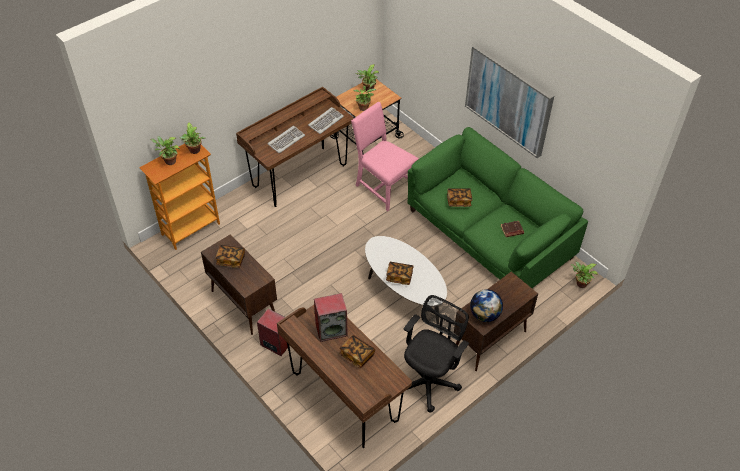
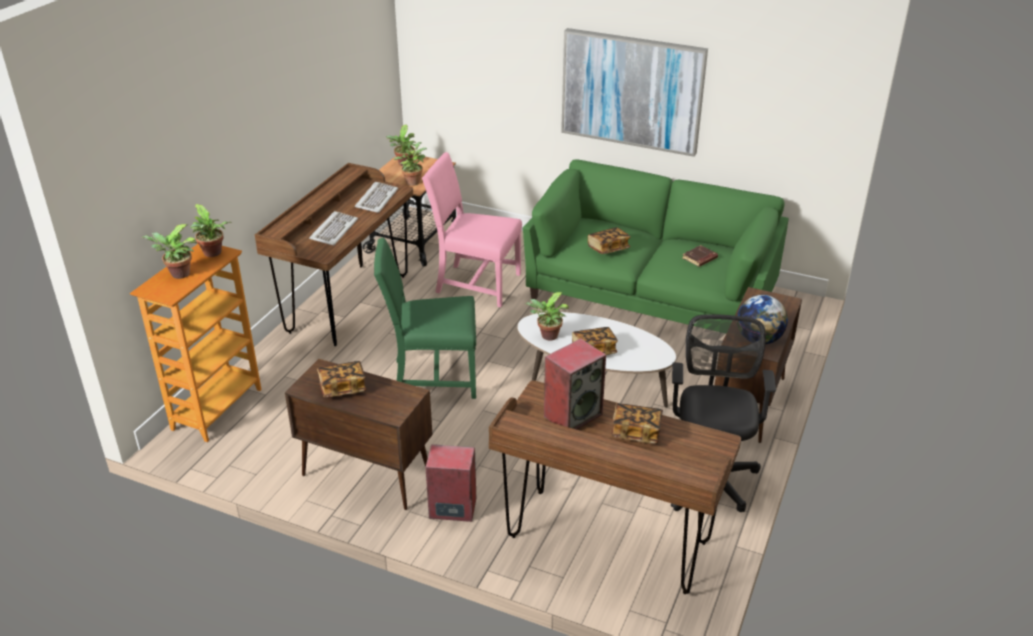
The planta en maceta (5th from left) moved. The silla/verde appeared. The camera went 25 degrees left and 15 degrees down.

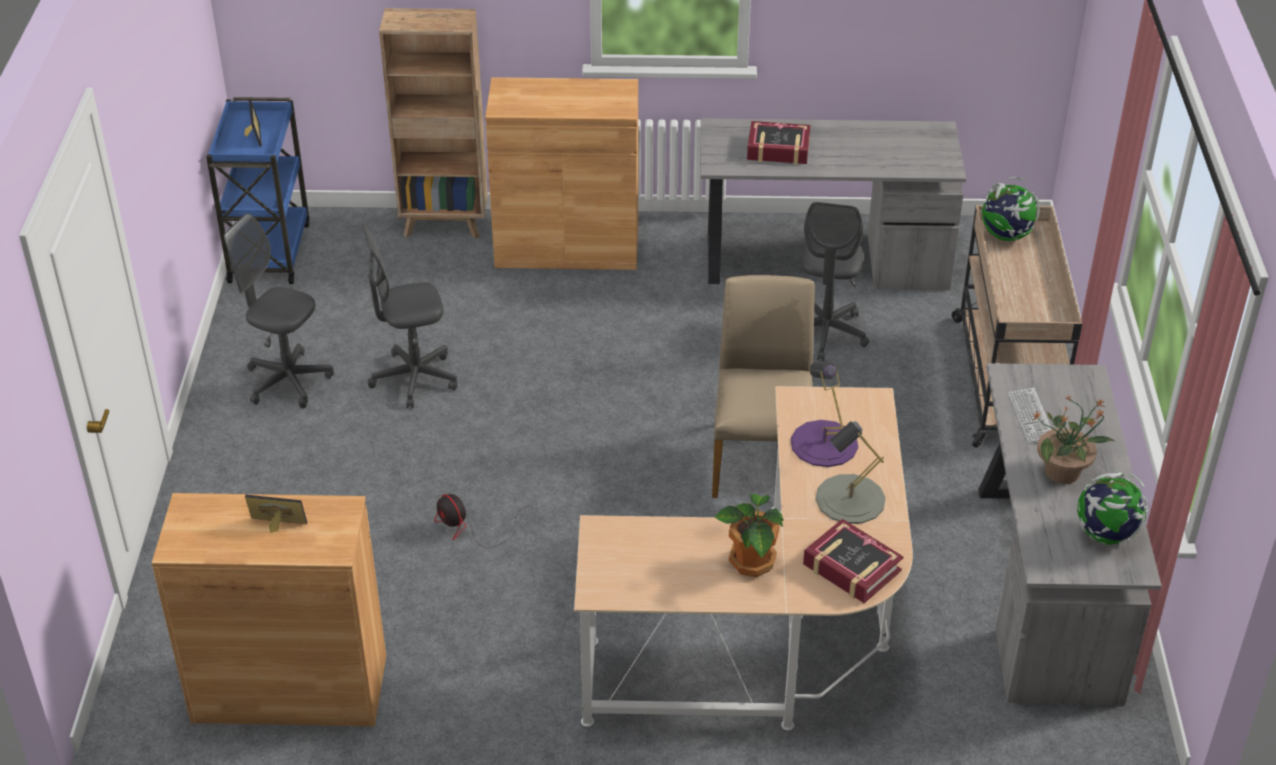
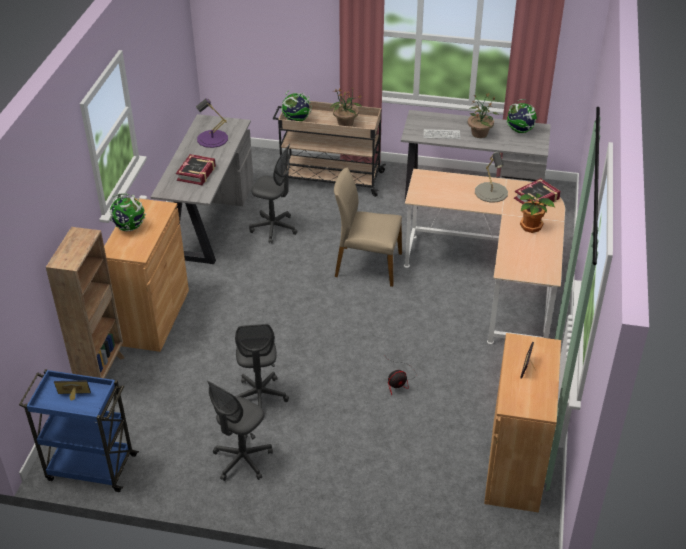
The lámpara de mesa/morado moved. The globo terráqueo (1st from left) appeared. The planta en maceta (1st from left) appeared. The camera went 80 degrees left and 0 degrees up.

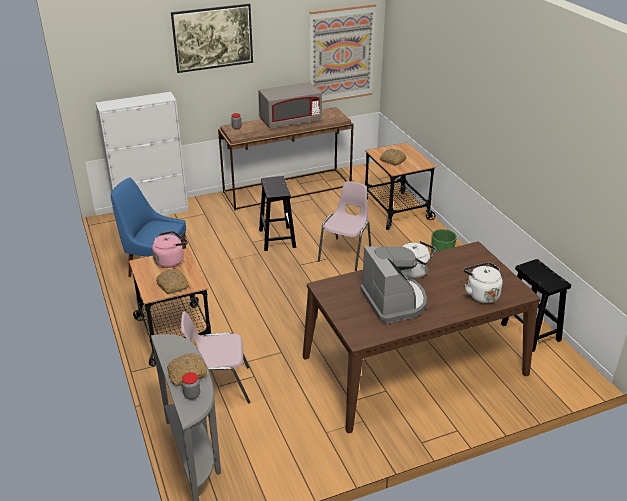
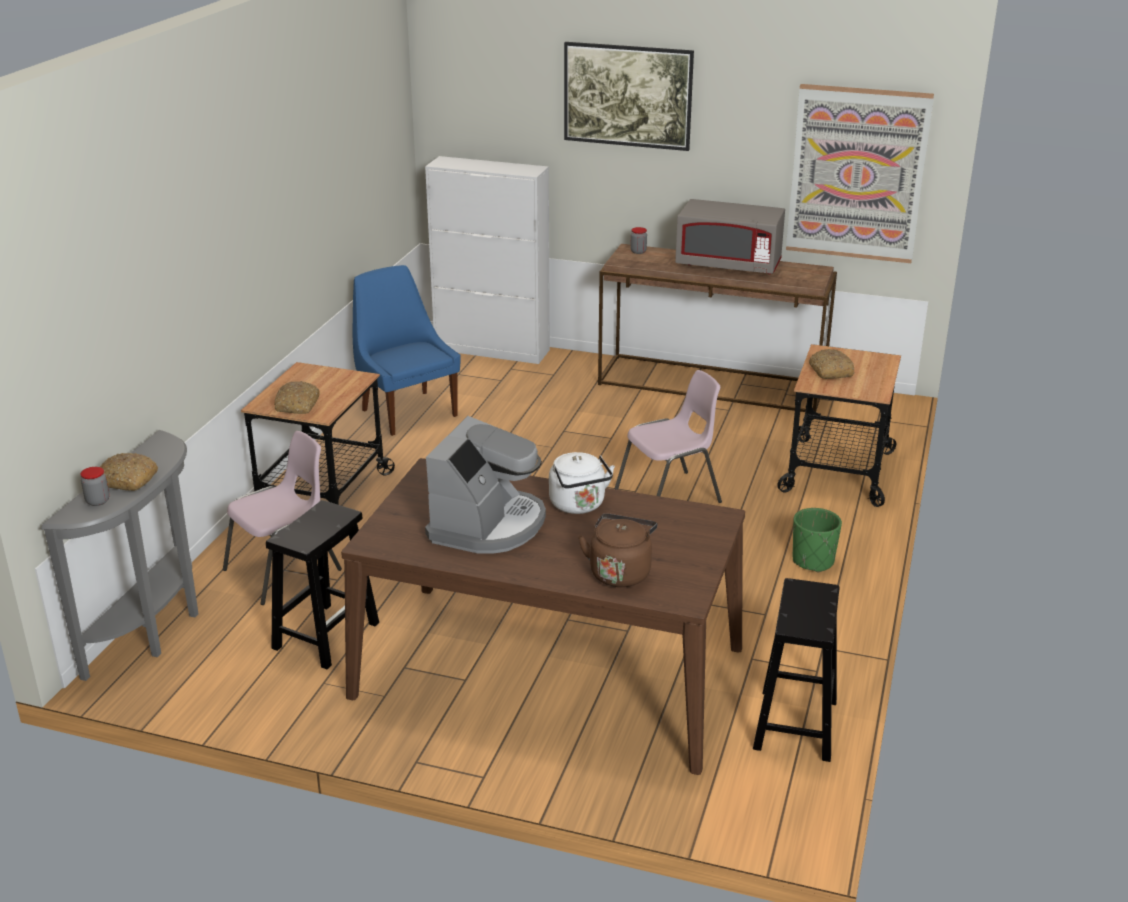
The hervidor/rosa disappeared. The silla/rosa (1st from left) turned 105 degrees clockwise. The taburete/negro (1st from left) moved. The hervidor/blanco (2nd from left) became the hervidor/marrón. The camera went 40 degrees right and 5 degrees down.

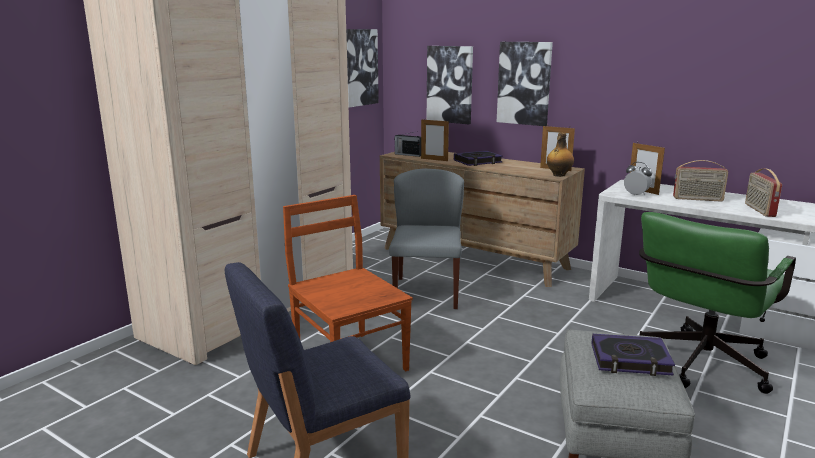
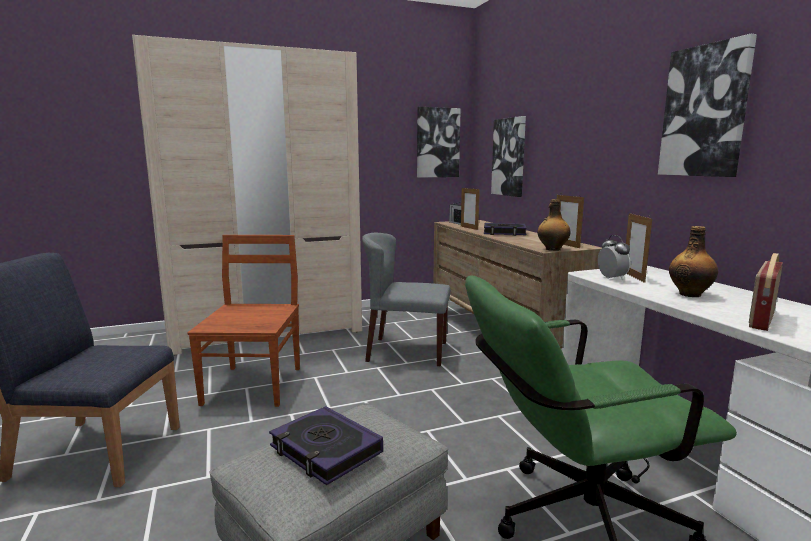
The silla/gris turned 120 degrees counterclockwise. The cuadro (3rd from left) moved. The radio (2nd from left) was replaced by the botella (2nd from left). The camera went 35 degrees right and 5 degrees down.

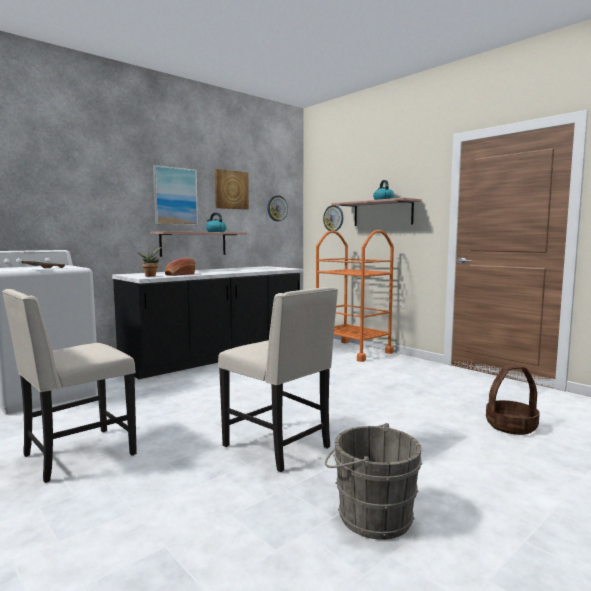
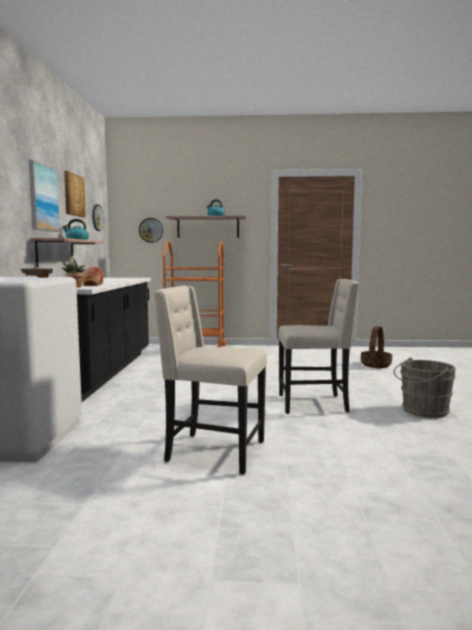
The silla/beis (1st from left) turned 105 degrees clockwise. The camera went 45 degrees left and 0 degrees up.

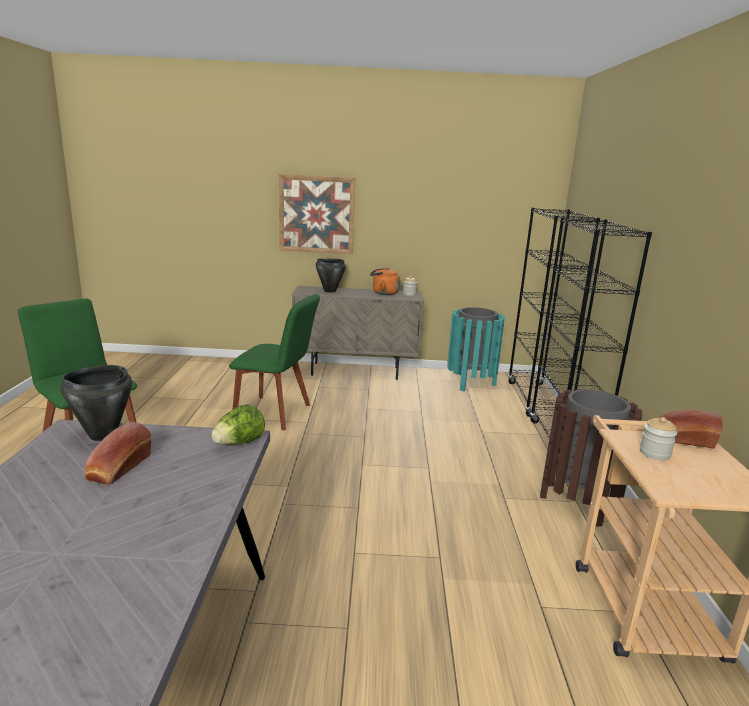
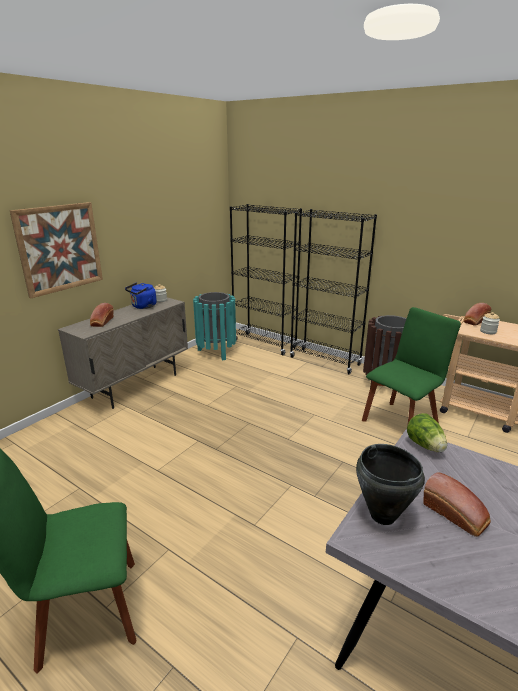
The silla/verde (2nd from left) moved. The olla/negro (2nd from left) was replaced by the pan (1st from left). The hervidor/naranja became the hervidor/azul. The camera went 55 degrees left and 5 degrees up.

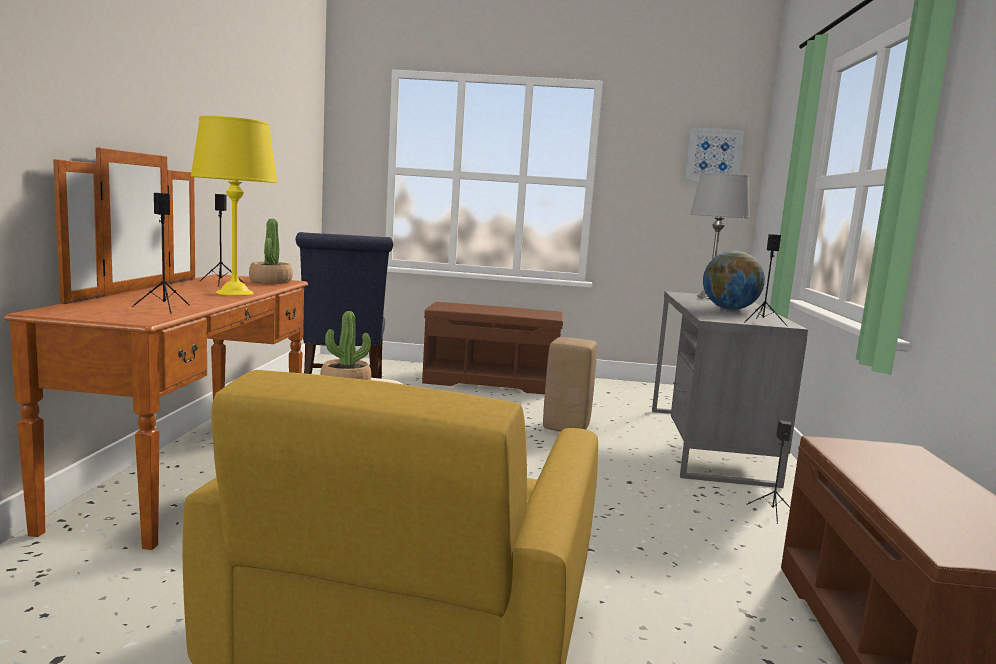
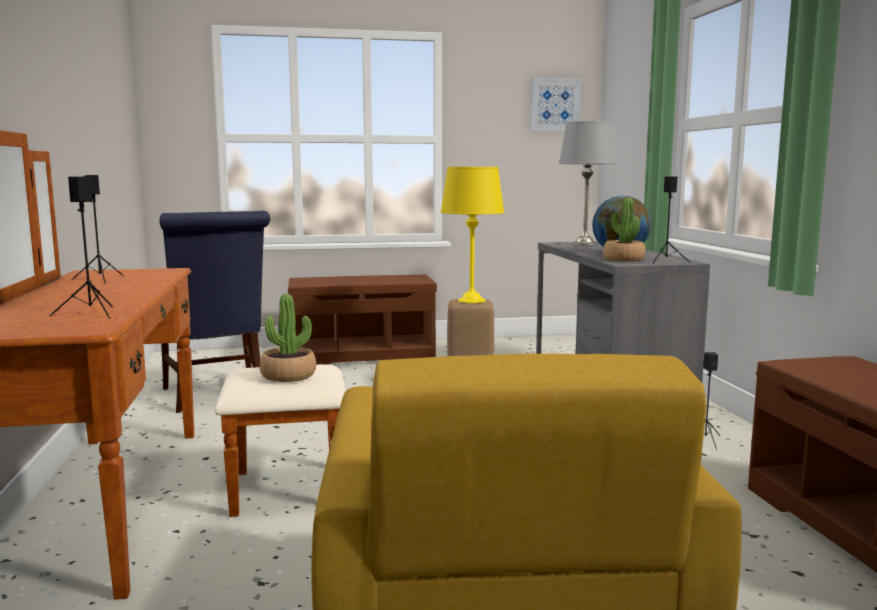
The lámpara de mesa/amarillo moved. The planta en maceta (1st from left in the first image) moved. The camera went 15 degrees left and 0 degrees up.

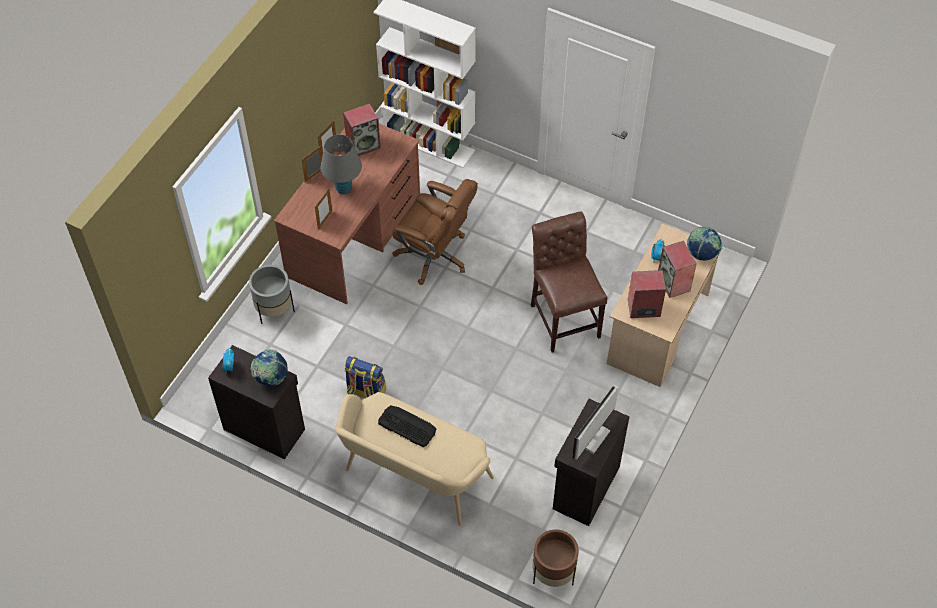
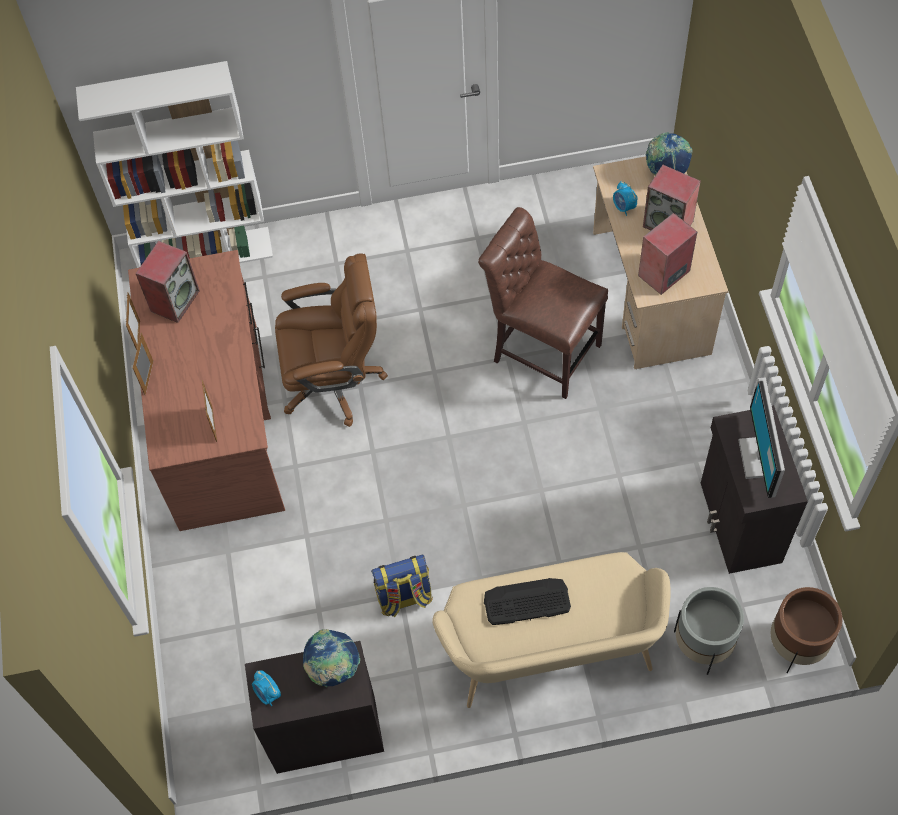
The maceta/gris moved. The lámpara de mesa/gris disappeared. The camera went 35 degrees left and 5 degrees up.

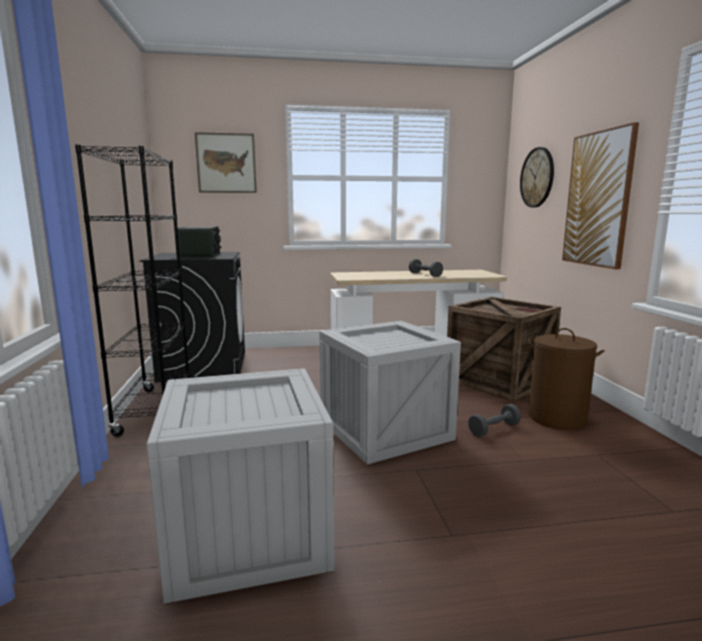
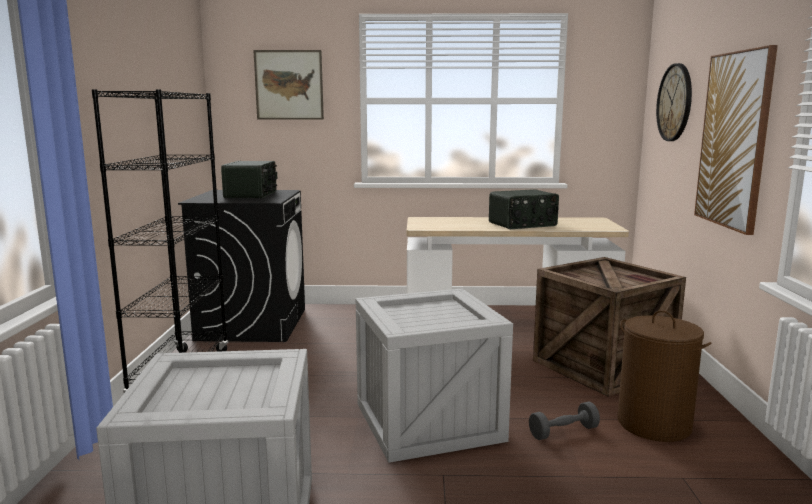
The mancuerna/gris (1st from left) was replaced by the radio (2nd from left). The camera went 10 degrees right and 0 degrees up.

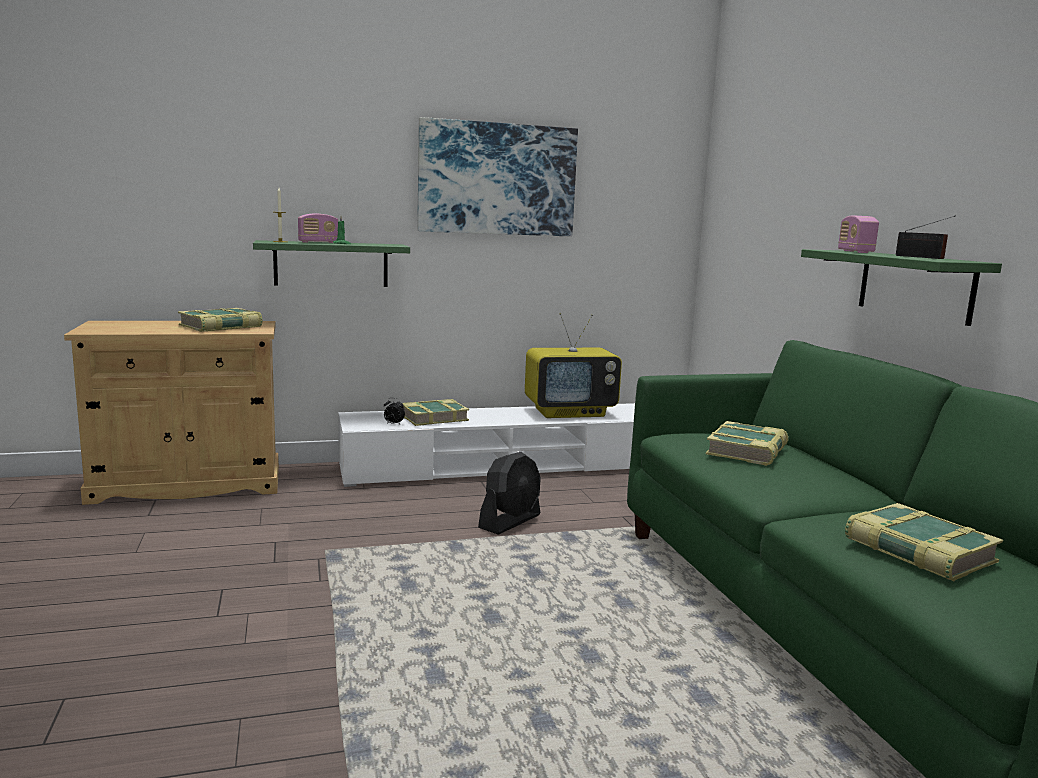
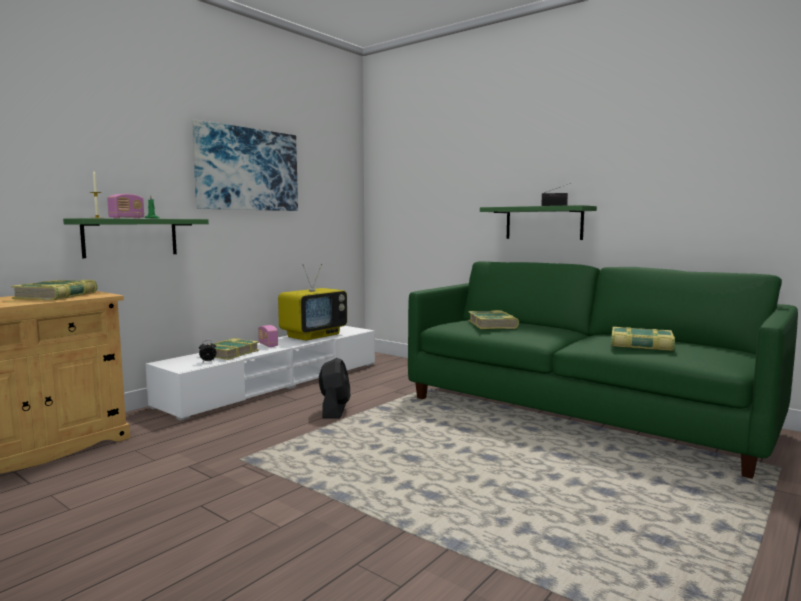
The radio (2nd from left) moved. The camera went 35 degrees left and 5 degrees down.

